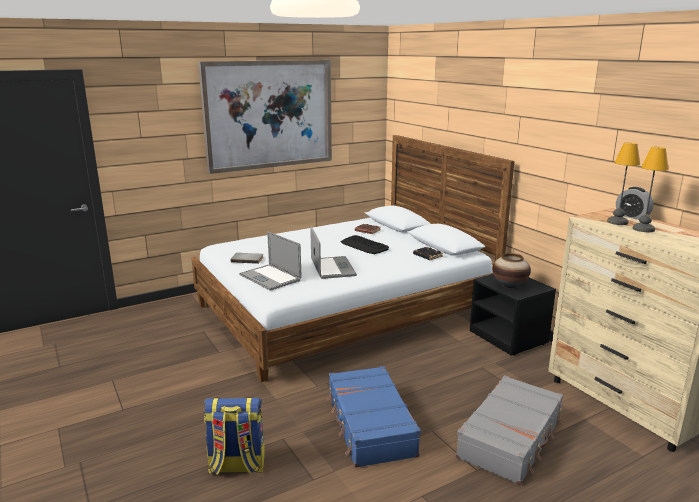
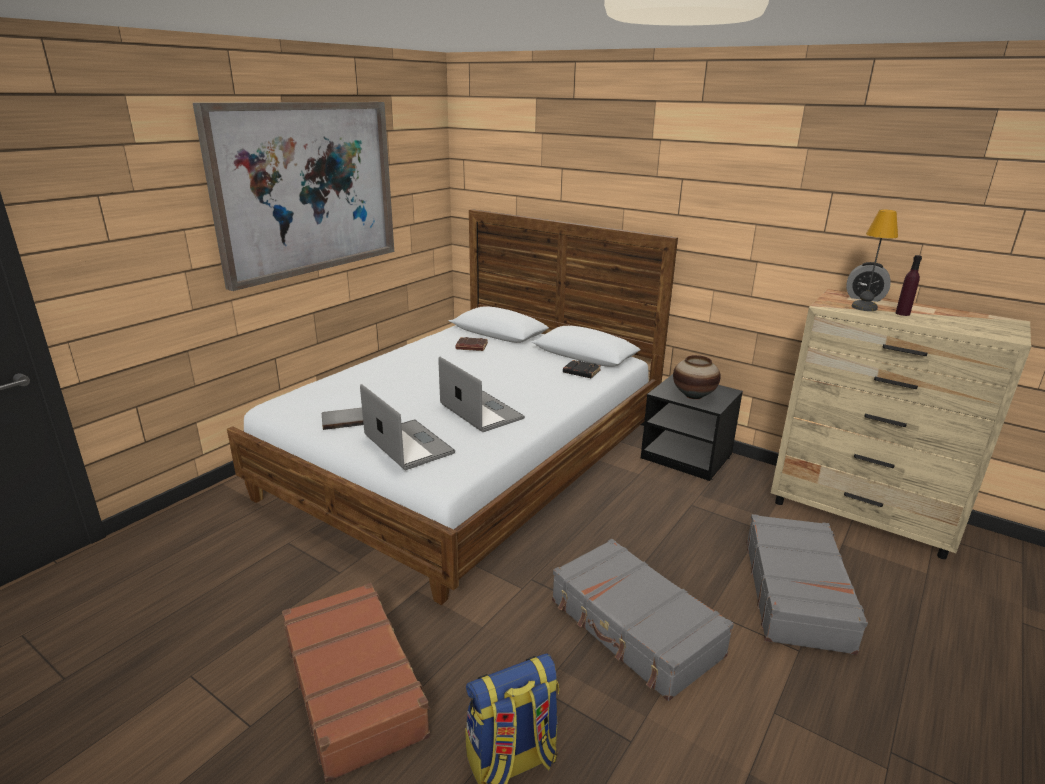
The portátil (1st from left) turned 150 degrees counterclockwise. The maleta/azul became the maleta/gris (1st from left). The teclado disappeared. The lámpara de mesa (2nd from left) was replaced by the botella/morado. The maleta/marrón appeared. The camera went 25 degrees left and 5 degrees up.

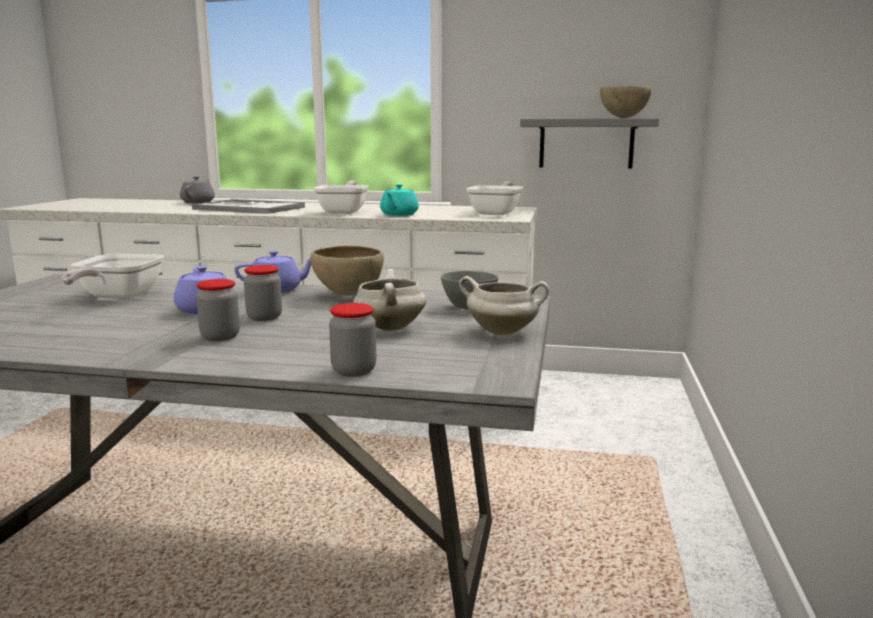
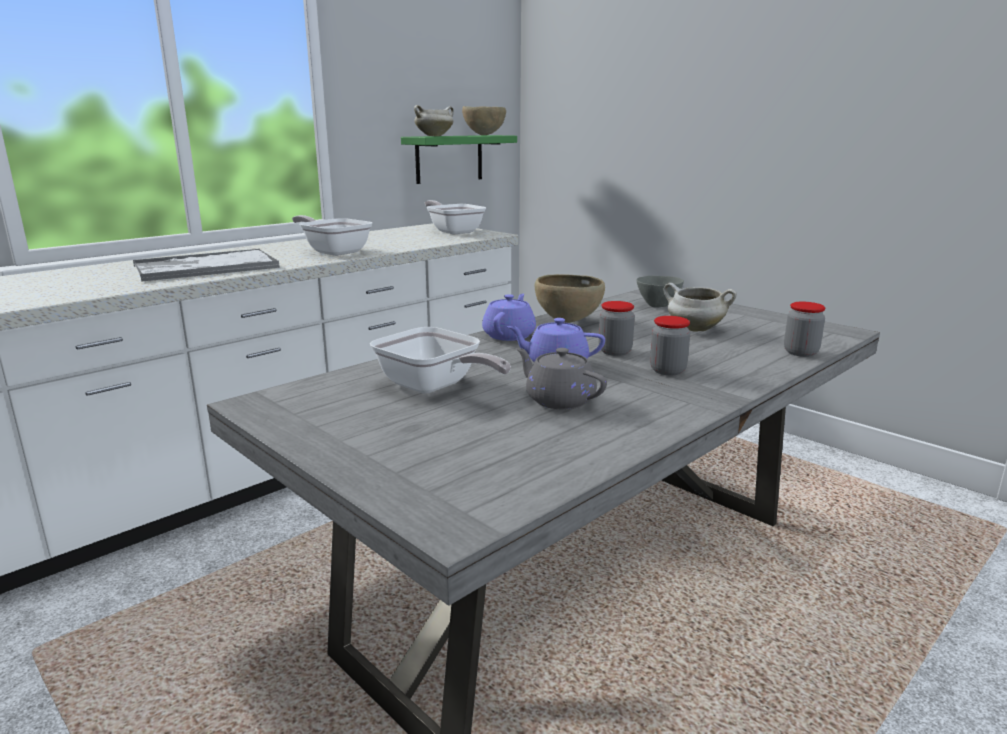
The tetera/gris moved. The tetera/turquesa disappeared. The olla/blanco (2nd from left in the first image) moved. The estante/gris became the estante/verde. The camera went 55 degrees left and 5 degrees up.

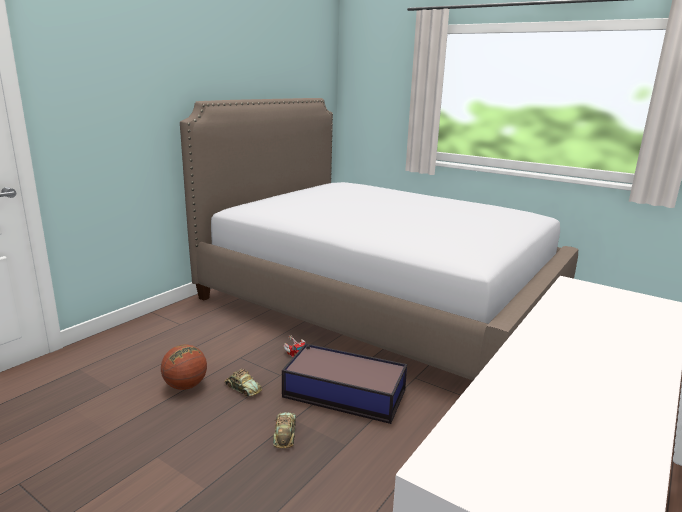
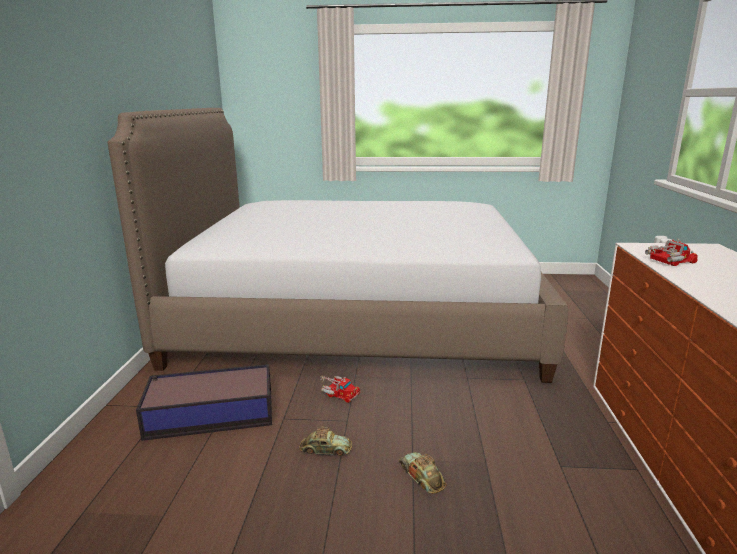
The balón de baloncesto disappeared. The caja de almacenaje moved. The camión de juguete (2nd from left) appeared. The camera went 30 degrees left and 0 degrees up.

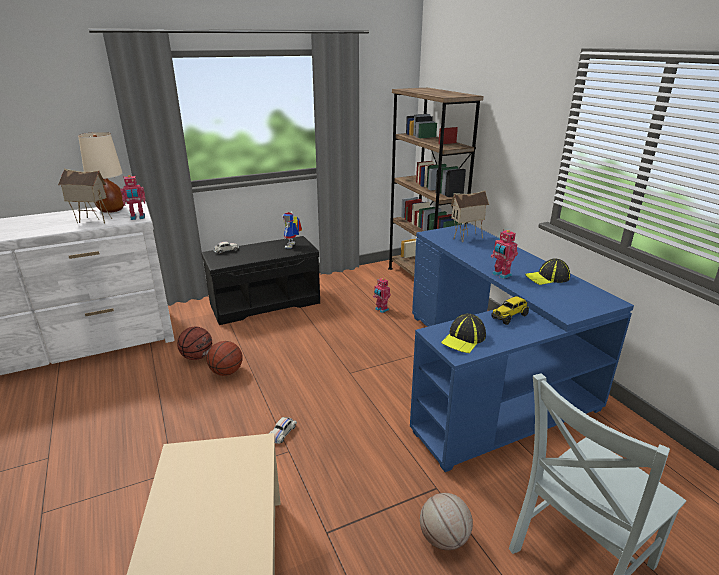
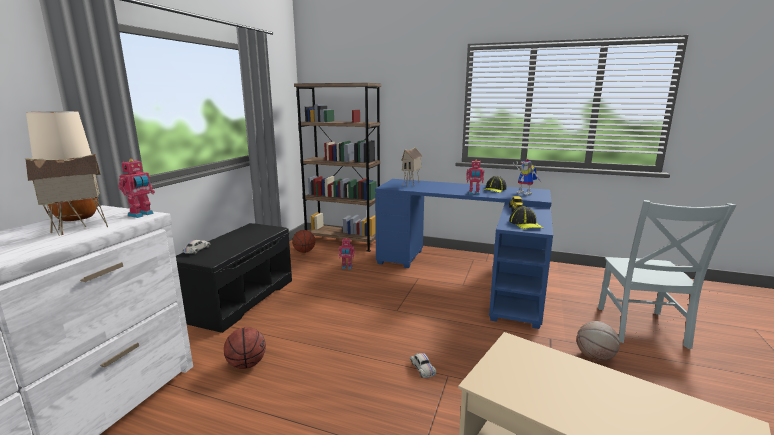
The balón de baloncesto (2nd from left) moved. The robot de juguete (2nd from left in the first image) moved. The camera went 45 degrees left and 10 degrees down.

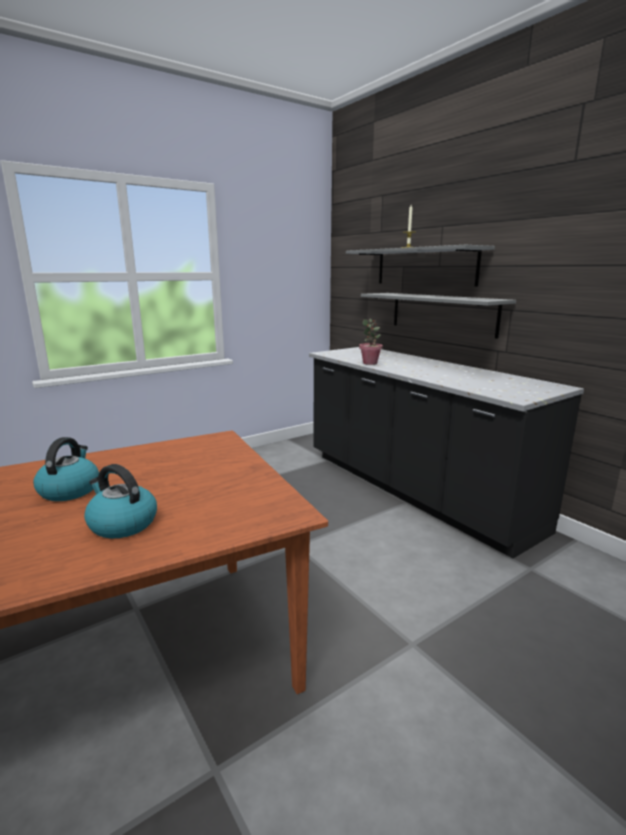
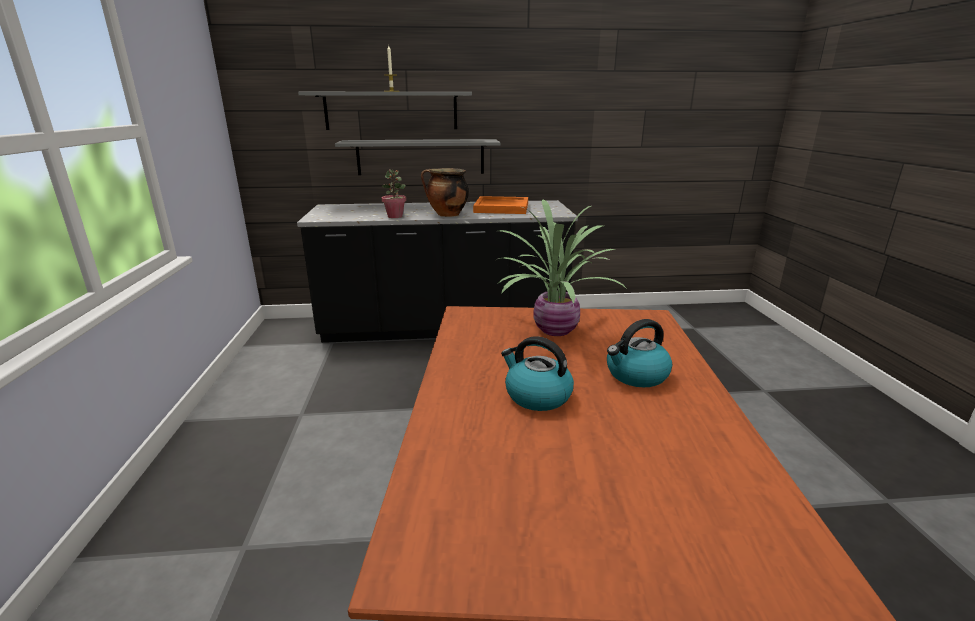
The olla appeared. The bandeja/naranja appeared. The planta en maceta (2nd from left) appeared. The camera went 60 degrees left and 5 degrees up.

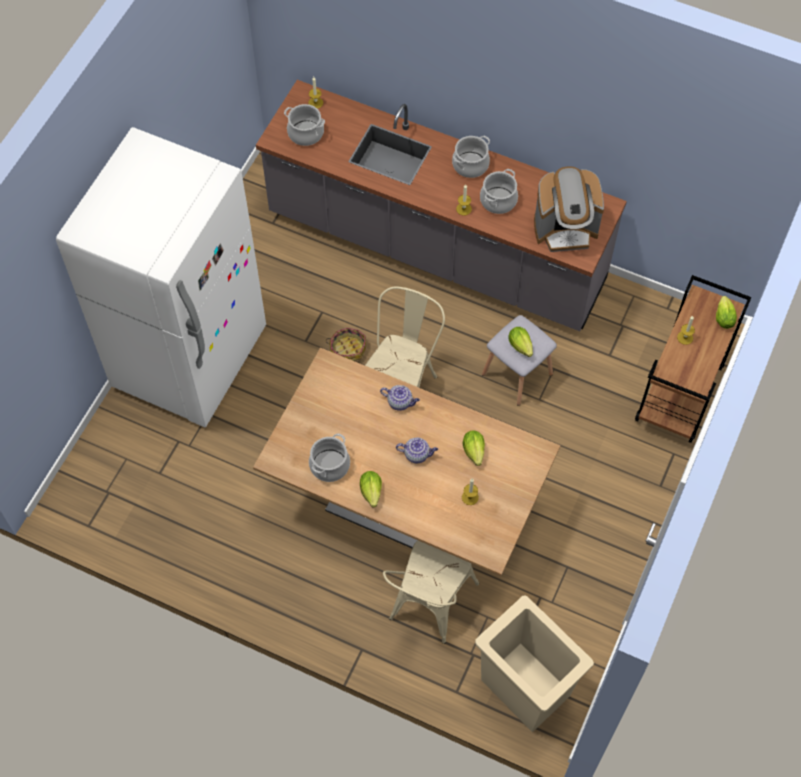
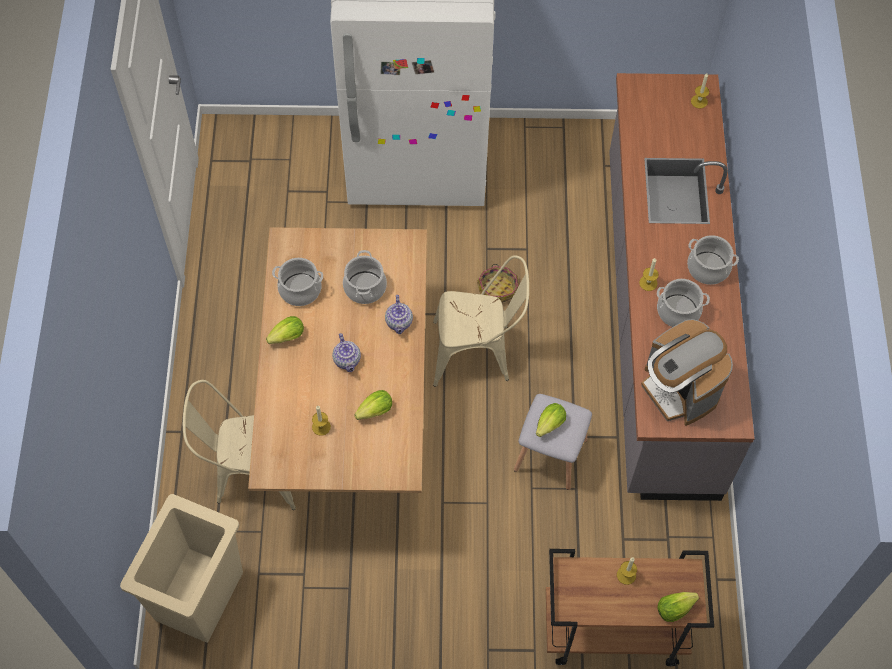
The olla (1st from left in the first image) moved. The camera went 65 degrees right and 0 degrees up.

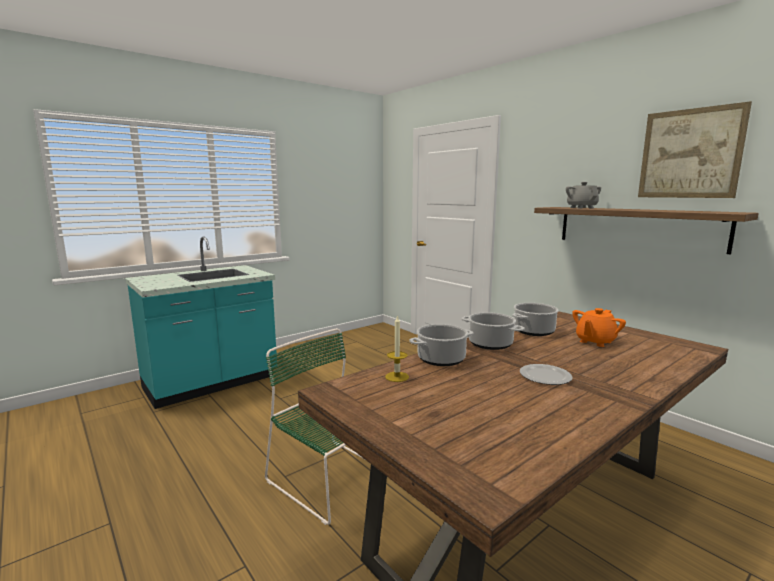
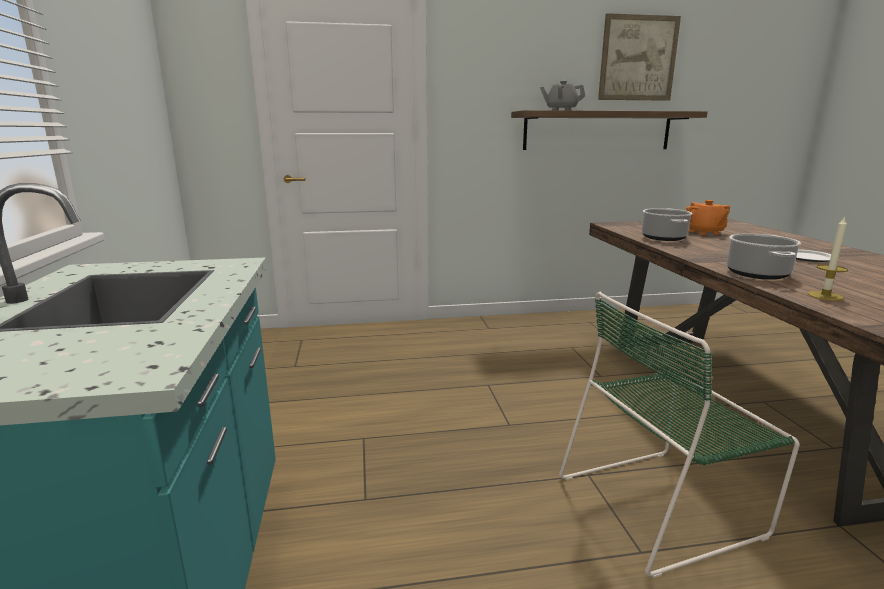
The olla (2nd from left) disappeared. The camera went 60 degrees left and 5 degrees up.

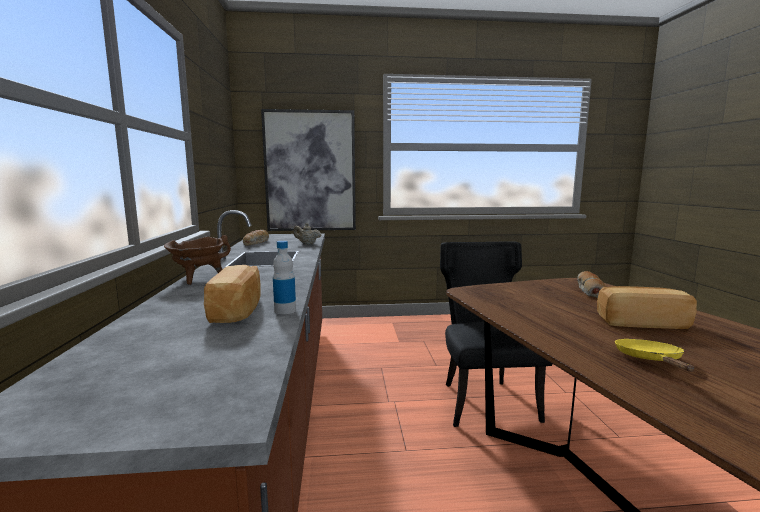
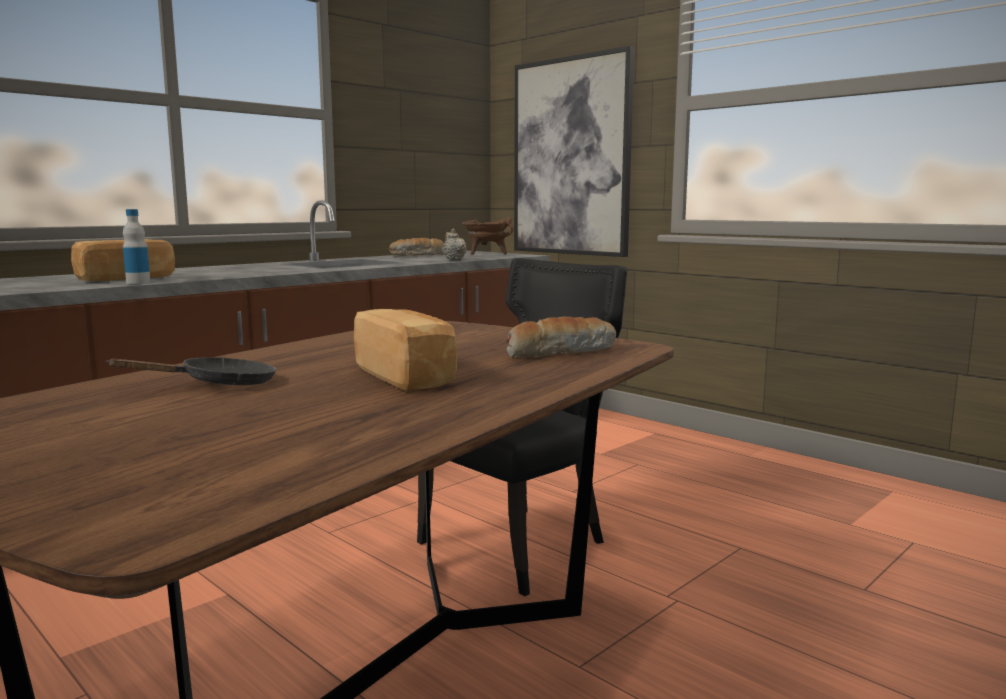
The olla/marrón moved. The sartén/amarillo became the sartén/negro. The camera went 50 degrees right and 0 degrees up.

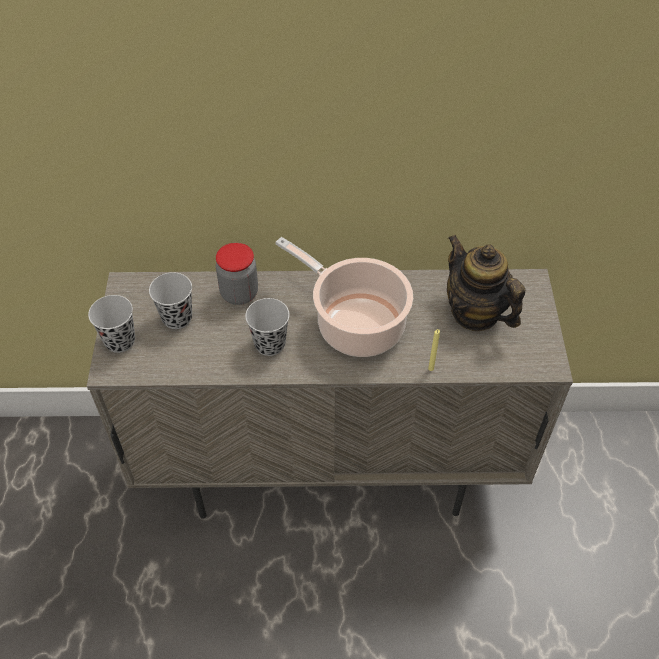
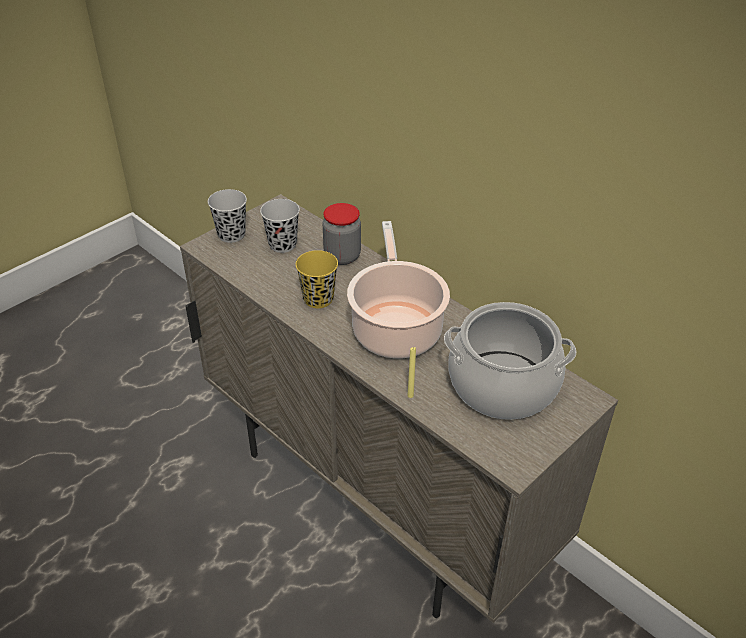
The taza/negro (3rd from left) became the taza/amarillo. The tetera was replaced by the olla (2nd from left). The camera went 45 degrees right and 10 degrees down.

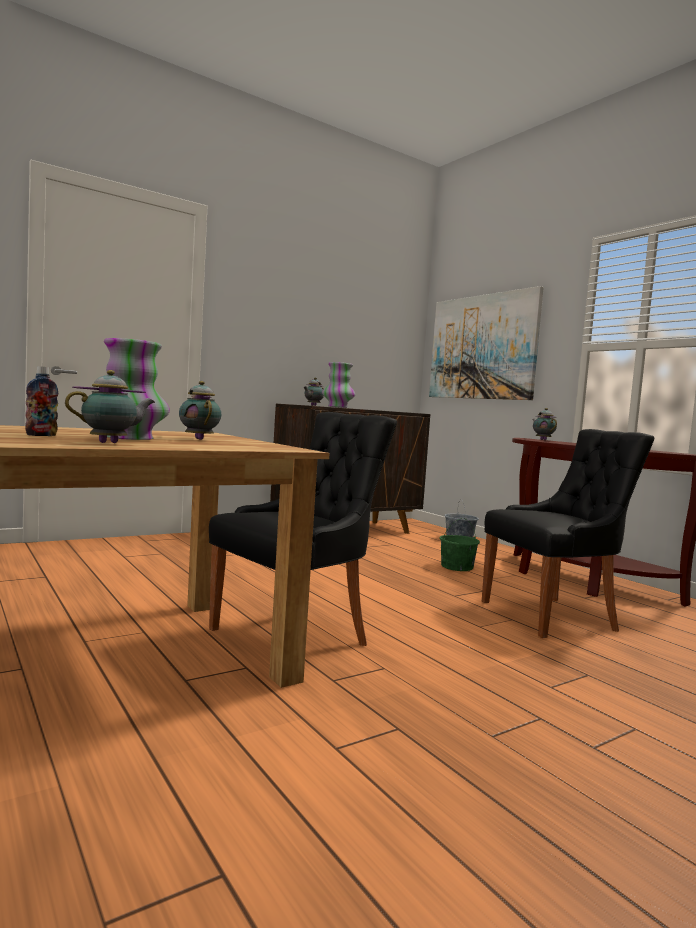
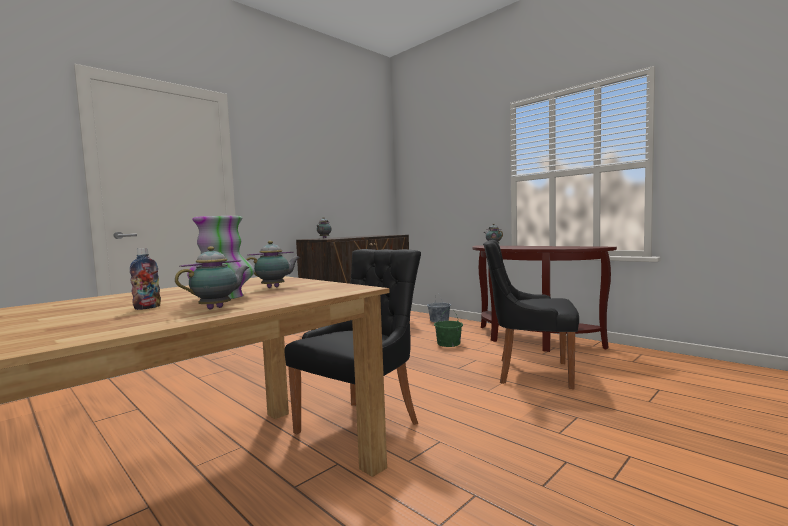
The tetera (2nd from left) turned 105 degrees clockwise. The florero (2nd from left) disappeared. The cuadro disappeared. The silla/negro (2nd from left) turned 135 degrees counterclockwise. The camera went 10 degrees left and 0 degrees up.

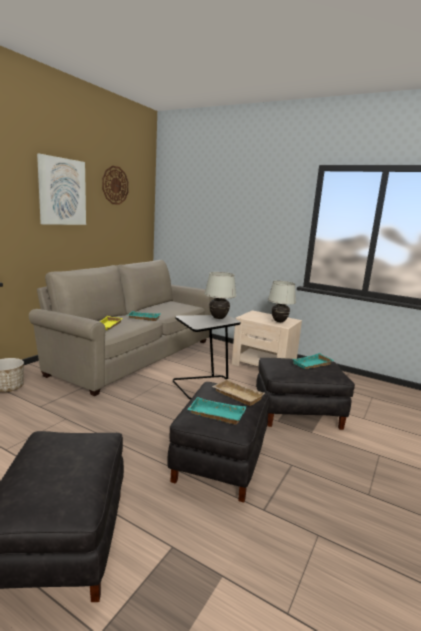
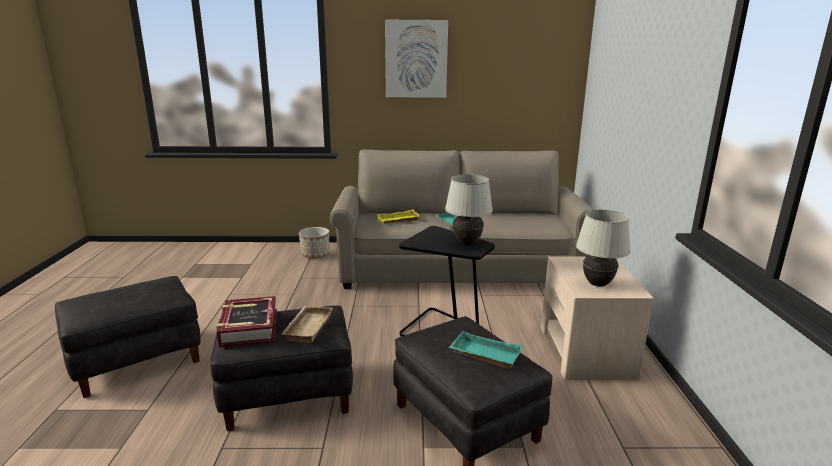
The reloj de pared disappeared. The bandeja/turquesa (2nd from left) was replaced by the libro. The camera went 60 degrees right and 5 degrees up.

